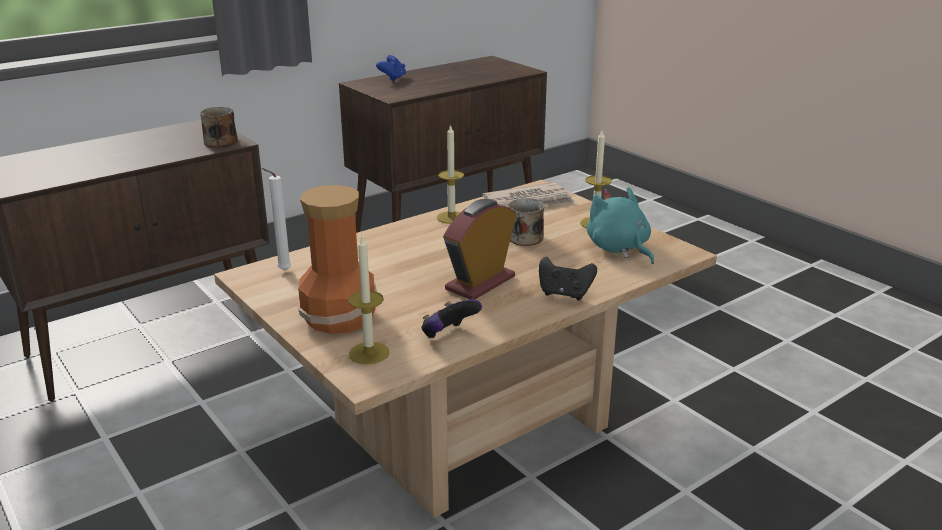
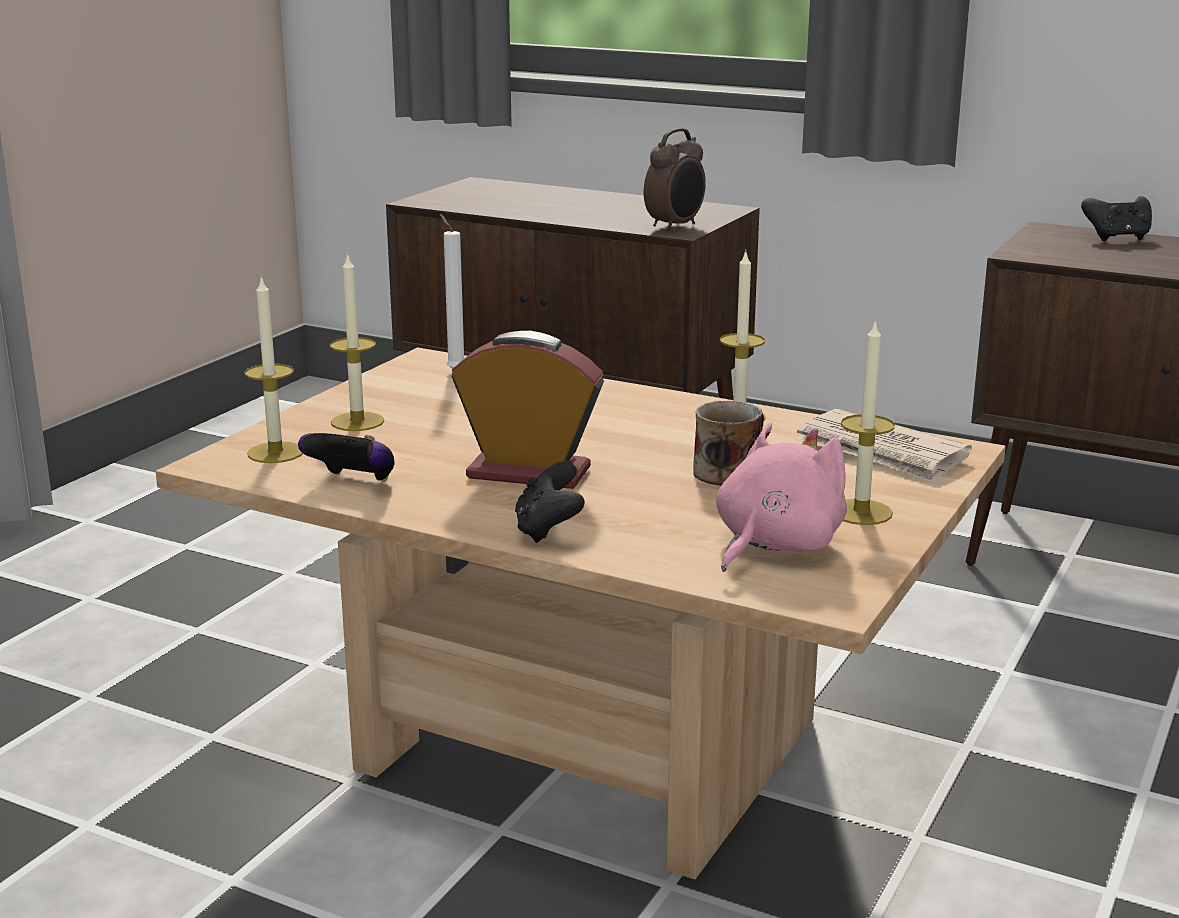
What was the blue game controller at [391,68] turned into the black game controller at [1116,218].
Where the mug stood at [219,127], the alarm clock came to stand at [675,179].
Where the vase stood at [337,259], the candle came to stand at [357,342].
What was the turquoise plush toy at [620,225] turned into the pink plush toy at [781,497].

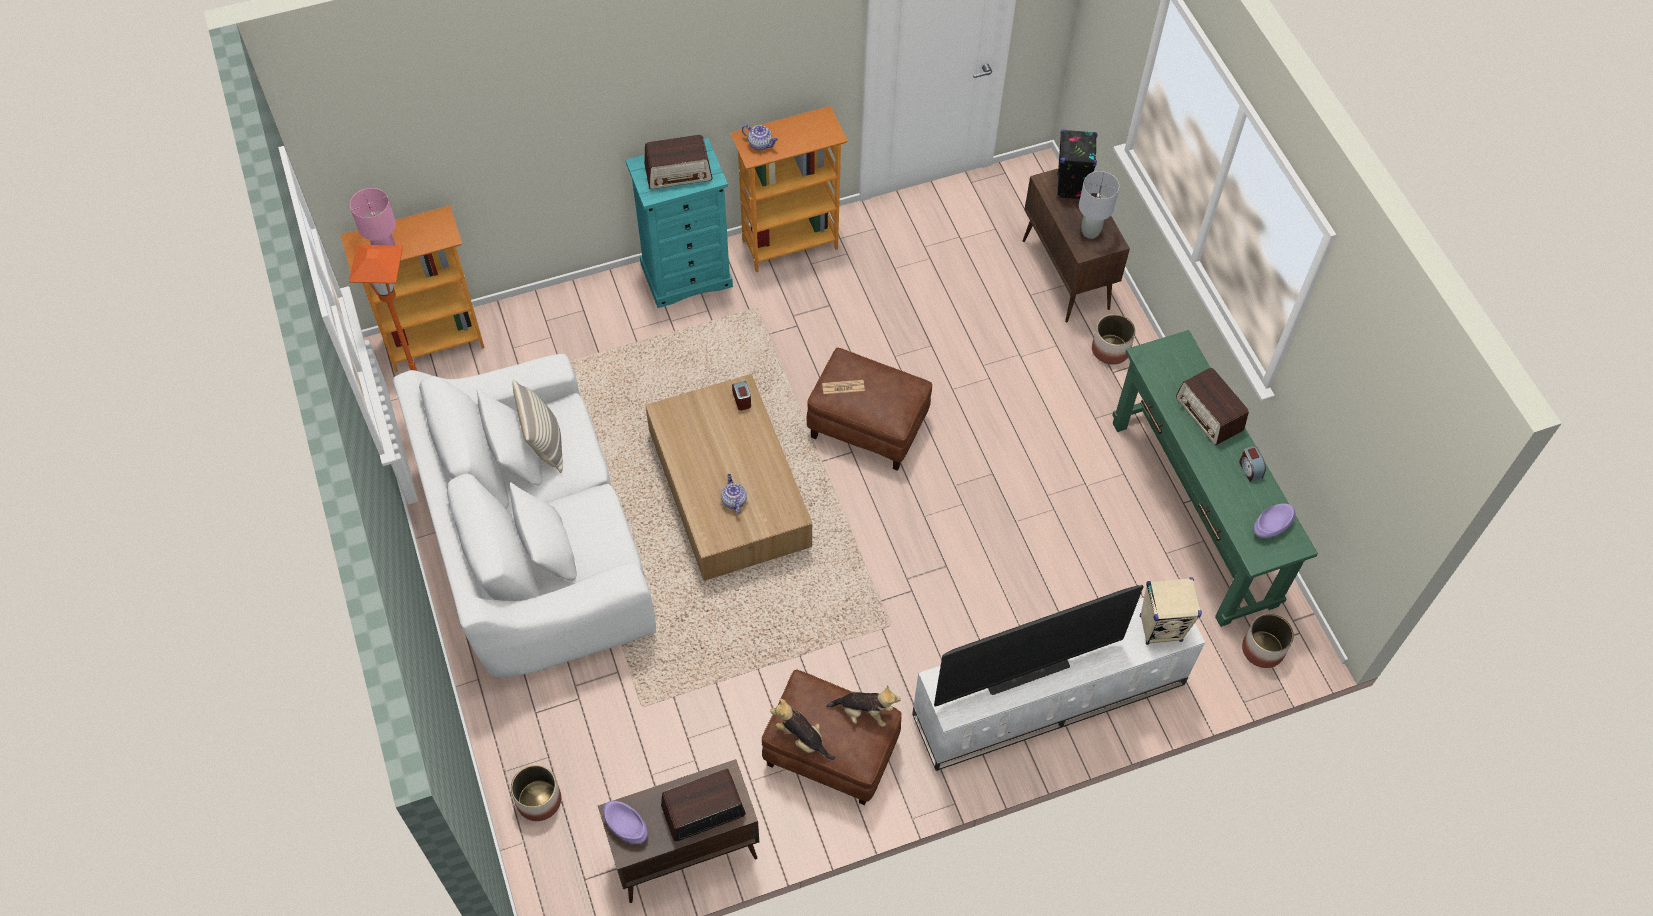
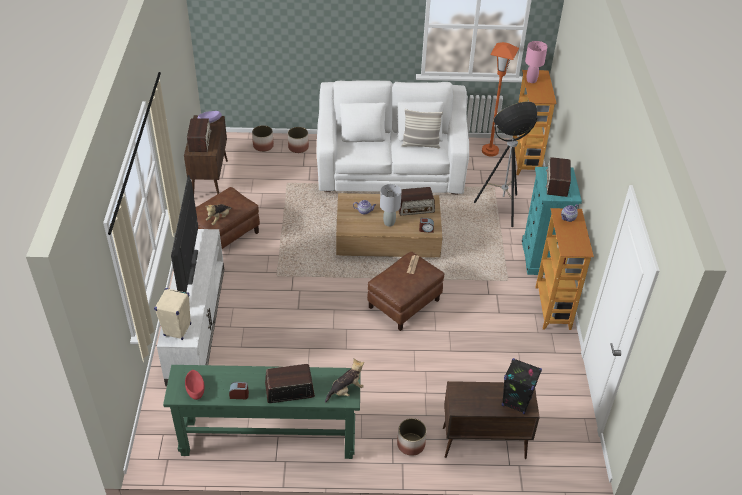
The grey table lamp ended up elsewhere, having gone from [1099,205] to [391,205].
What was the purple bowl at [1275,521] turned into the red bowl at [195,385].
The planter ended up elsewhere, having gone from [1268,641] to [298,140].
The plush toy ended up elsewhere, having gone from [802,729] to [344,380].
The second view gained the floor lamp at [505,164].
The second view gained the radio at [417,201].

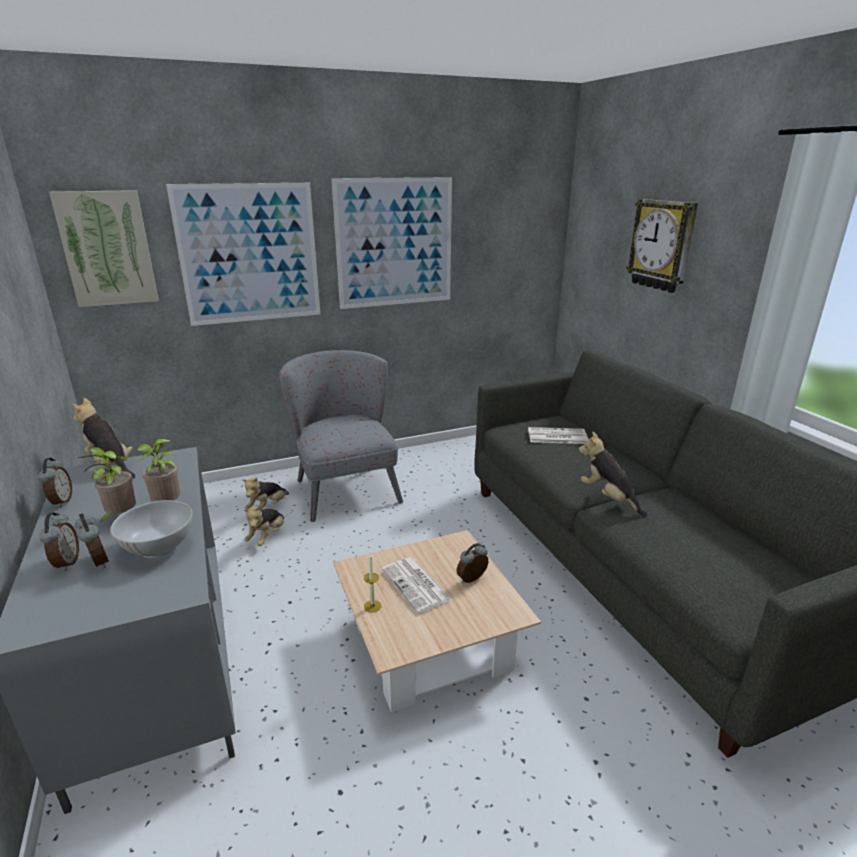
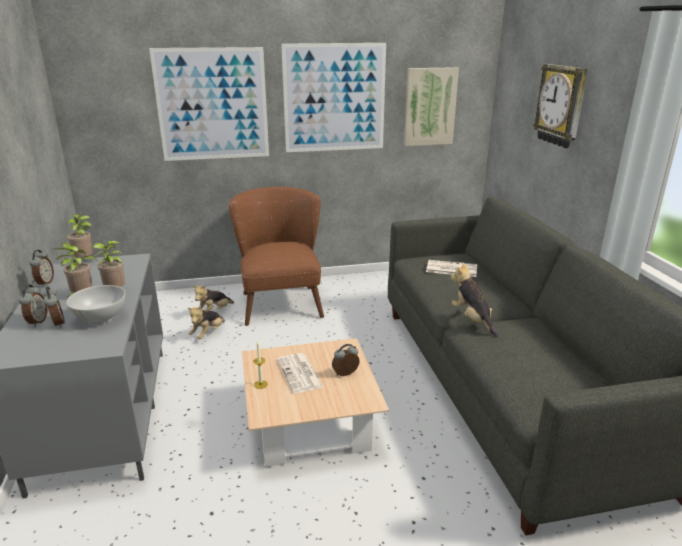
The picture ended up elsewhere, having gone from [104,248] to [431,106].
What was the grey armchair at [341,436] turned into the brown armchair at [276,256].
Where the plush toy stood at [103,438], the potted plant came to stand at [82,238].

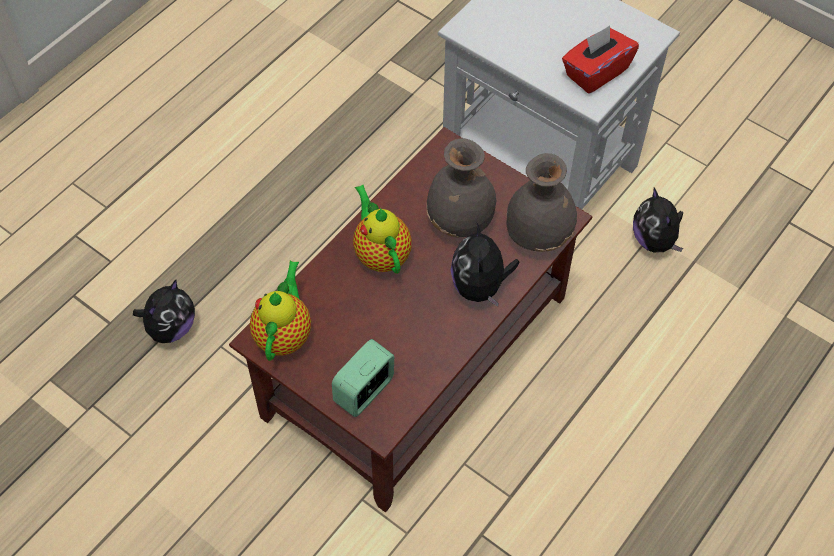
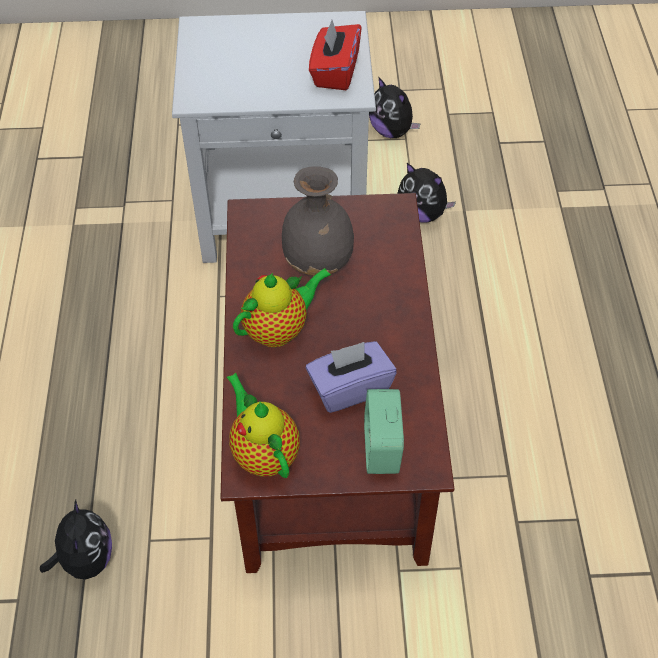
The second view lost the grey vase at [541,202].
The teapot at [382,229] ended up facing another way, 120 degrees clockwise from before.
The plush toy ended up elsewhere, having gone from [484,264] to [395,107].
The second view gained the purple tissue box at [351,377].

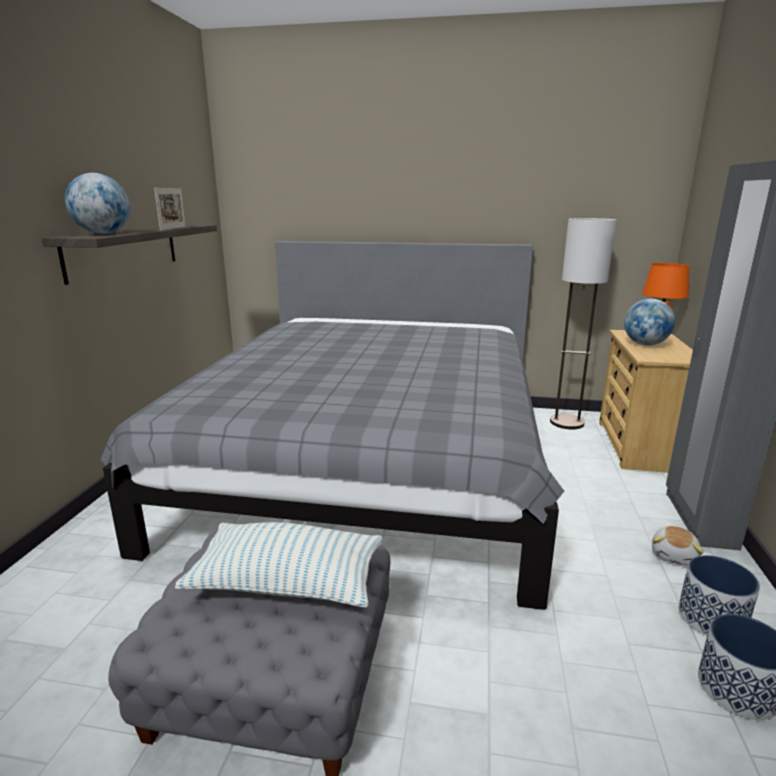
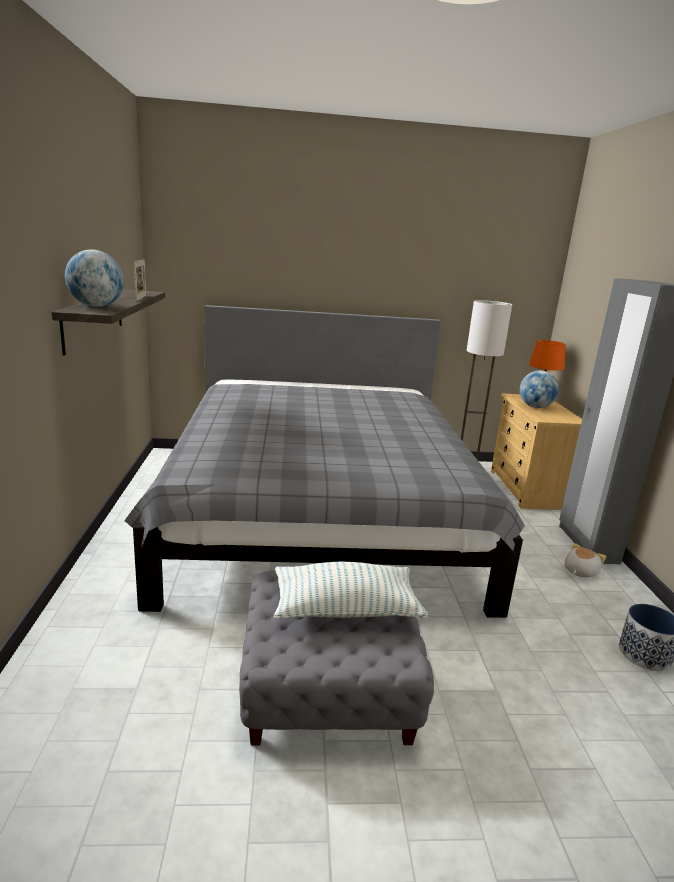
The plush toy at [678,546] ended up facing another way, 150 degrees counterclockwise from before.
The second view lost the planter at [719,595].

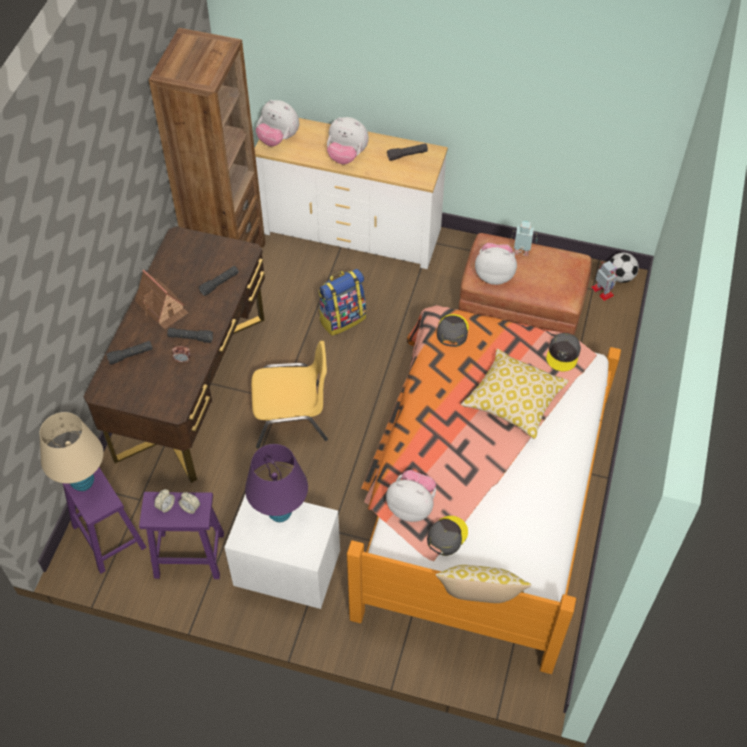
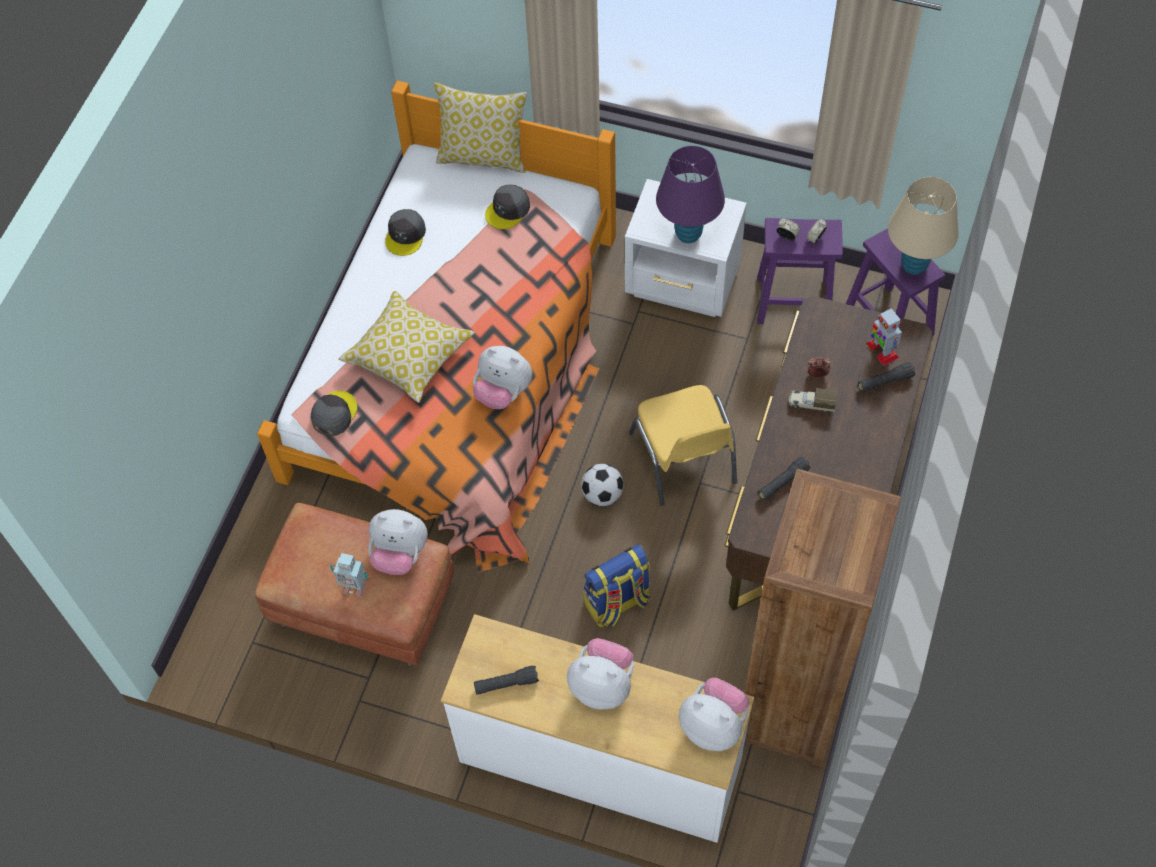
The football ended up elsewhere, having gone from [624,267] to [602,485].
The toy robot ended up elsewhere, having gone from [604,281] to [884,336].
The second view lost the toy house at [161,299].
The grey cap ended up elsewhere, having gone from [453,330] to [405,232].
Where the black flashlight stood at [190,335], the toy truck came to stand at [813,400].
The yellow chair at [289,394] ended up facing another way, 105 degrees counterclockwise from before.
The plush toy ended up elsewhere, having gone from [411,496] to [502,377].

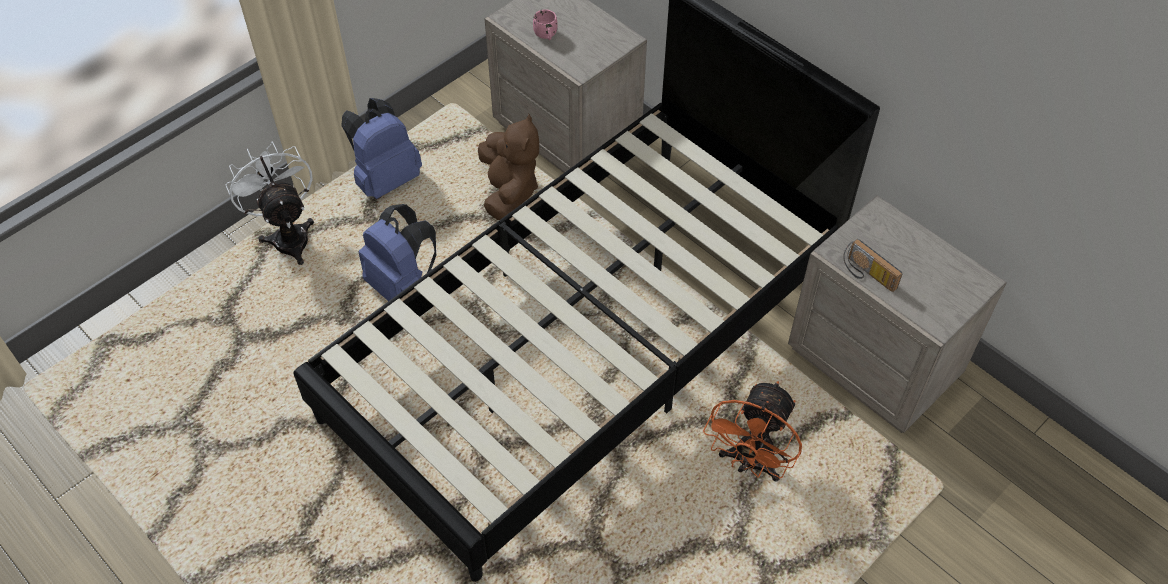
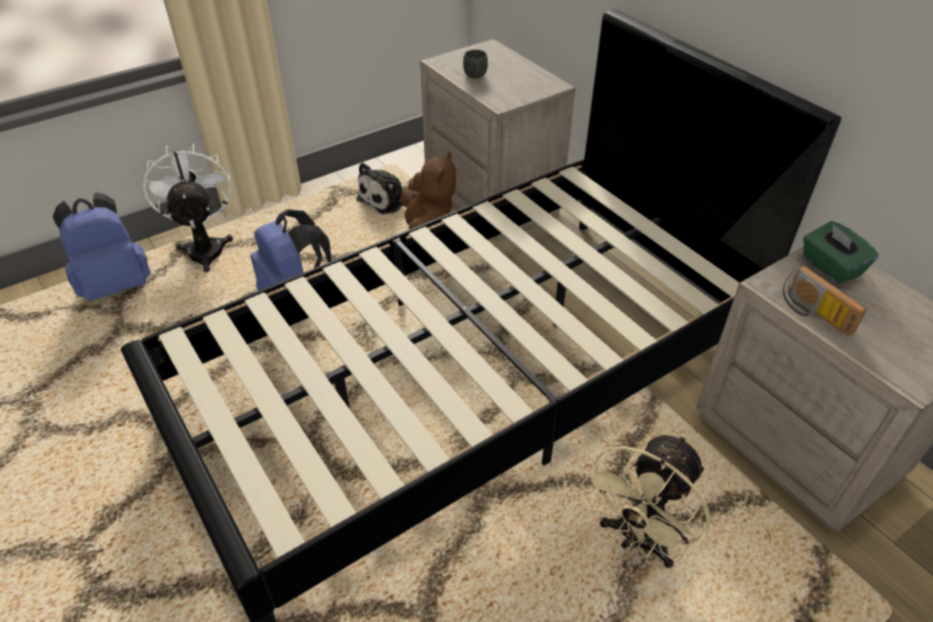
What was the pink mug at [545,24] turned into the grey mug at [475,64].
The blue backpack ended up elsewhere, having gone from [381,148] to [102,246].
What was the orange fan at [752,431] turned into the beige fan at [646,501].
The second view gained the plush toy at [381,188].
The second view gained the green tissue box at [841,252].

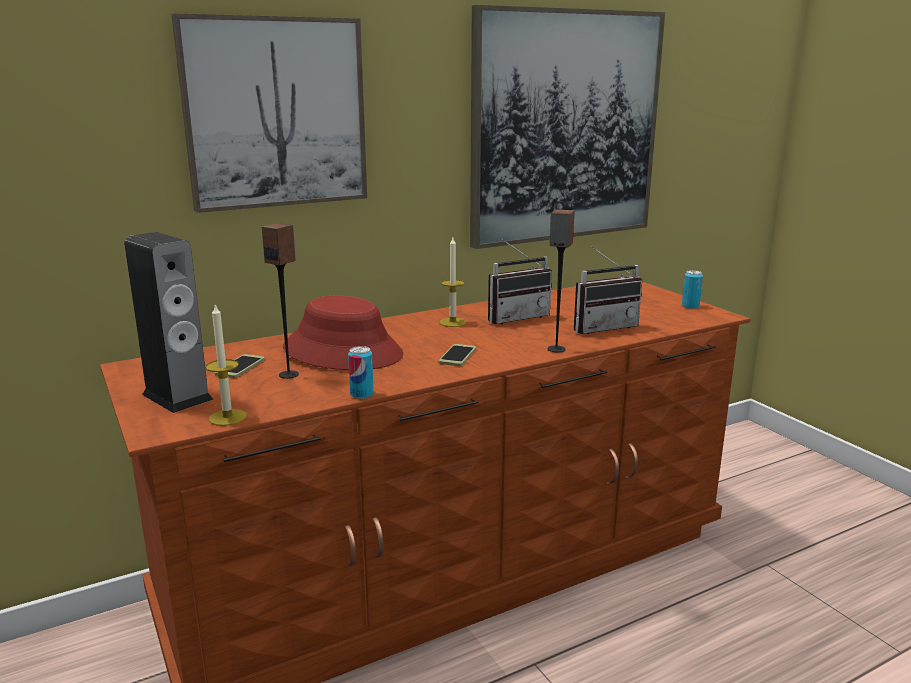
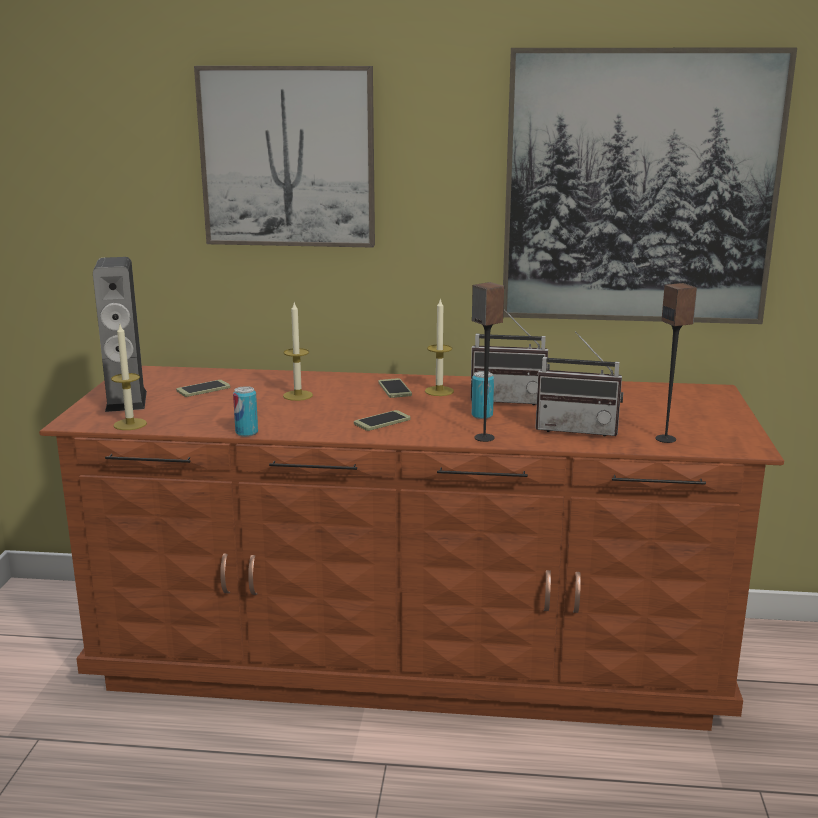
The speaker ended up elsewhere, having gone from [280,301] to [676,363].
The can ended up elsewhere, having gone from [692,289] to [483,395].
Where the red hat stood at [343,332], the candle came to stand at [298,351].
The second view gained the phone at [395,388].

